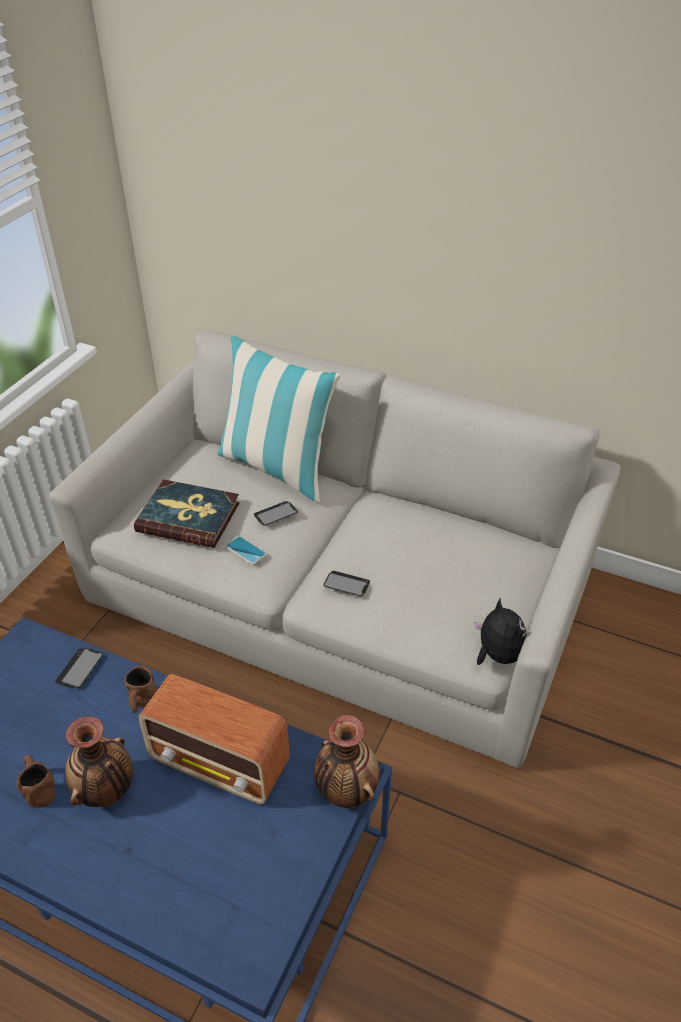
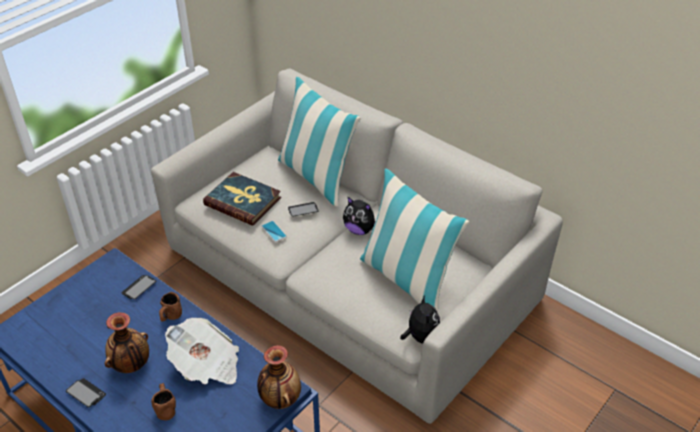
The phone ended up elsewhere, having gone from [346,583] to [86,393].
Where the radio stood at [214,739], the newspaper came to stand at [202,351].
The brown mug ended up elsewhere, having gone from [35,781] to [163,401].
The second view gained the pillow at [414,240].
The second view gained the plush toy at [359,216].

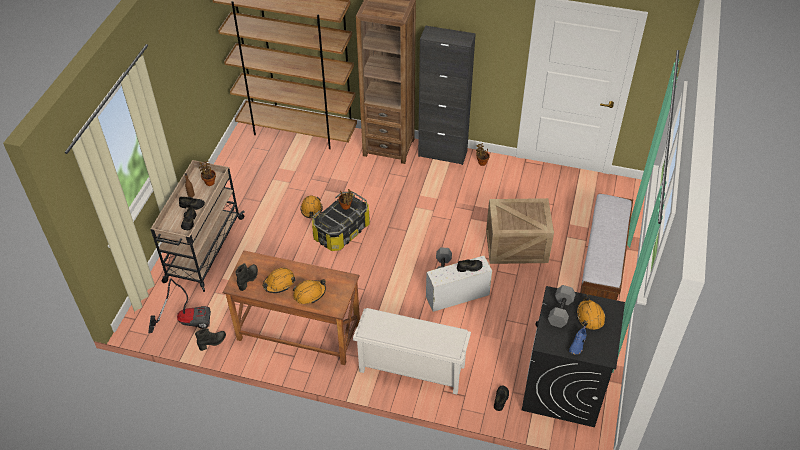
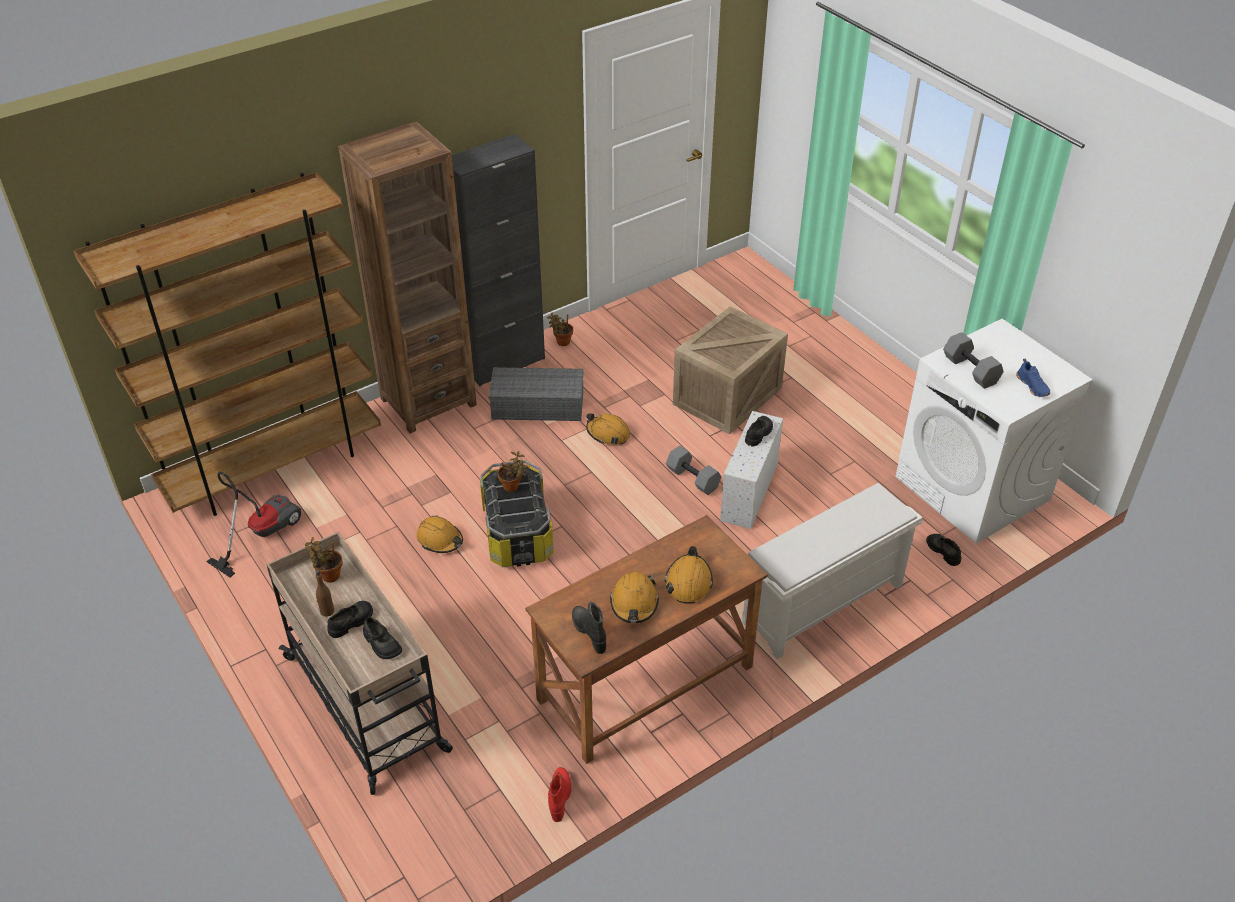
The second view lost the bench at [606,246].
The vacuum cleaner ended up elsewhere, having gone from [179,305] to [253,525].
What was the black washing machine at [573,356] turned into the white washing machine at [994,431].
The orange hard hat ended up elsewhere, having gone from [591,312] to [608,429].
What was the black boot at [210,339] turned into the red boot at [559,794].
The second view gained the grey storage box at [536,394].

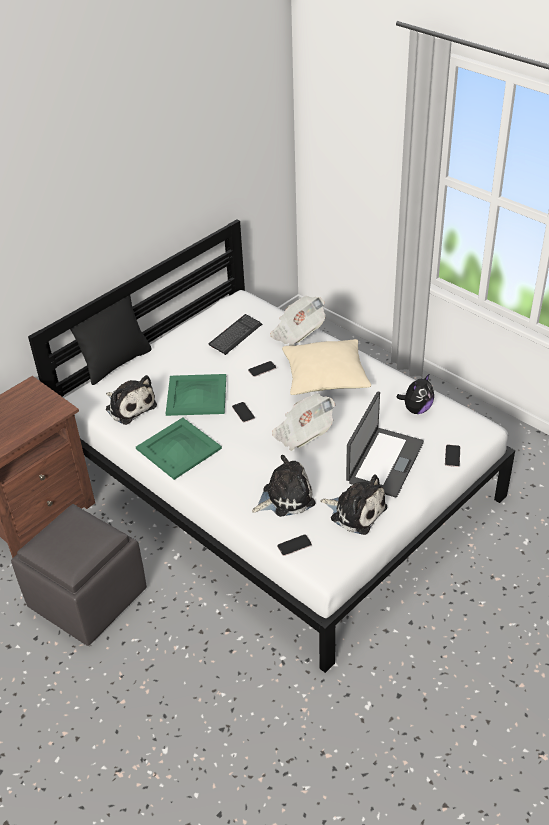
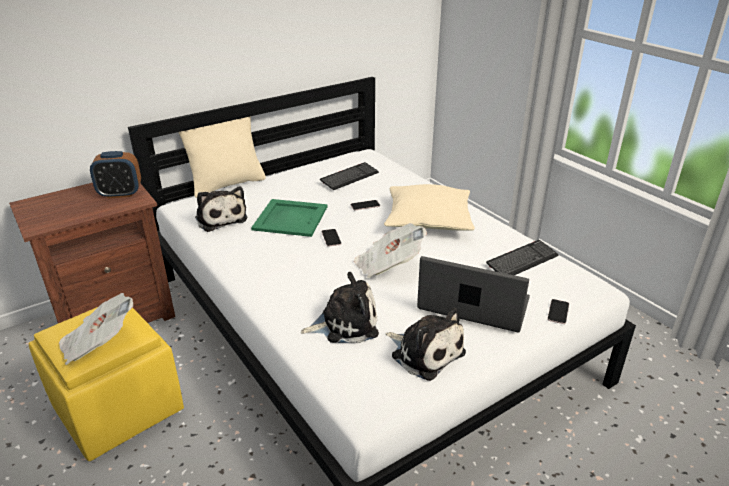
What was the black pillow at [111,340] turned into the beige pillow at [222,157].
The newspaper ended up elsewhere, having gone from [298,321] to [96,329].
Where the plush toy stood at [415,393], the keyboard came to stand at [522,257].
The laptop at [385,445] ended up facing another way, 105 degrees counterclockwise from before.
The second view lost the green tray at [179,449].
What was the grey ottoman at [79,575] turned into the yellow ottoman at [106,384].
The second view lost the phone at [294,545].
The second view gained the alarm clock at [115,174].

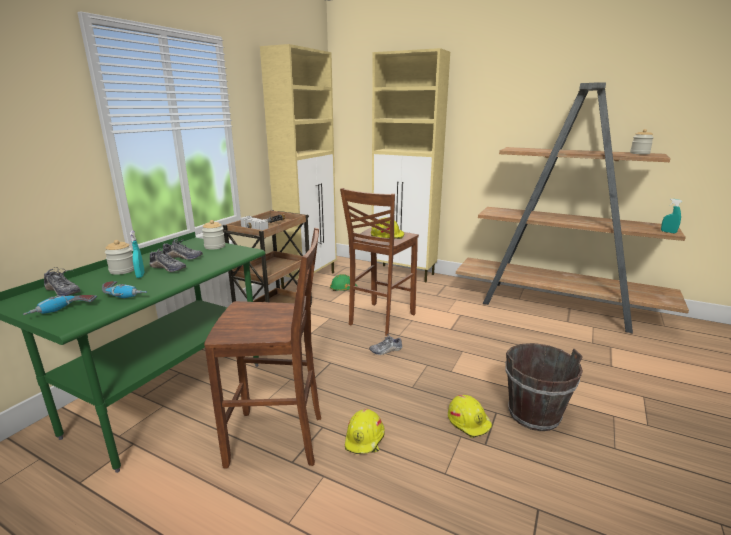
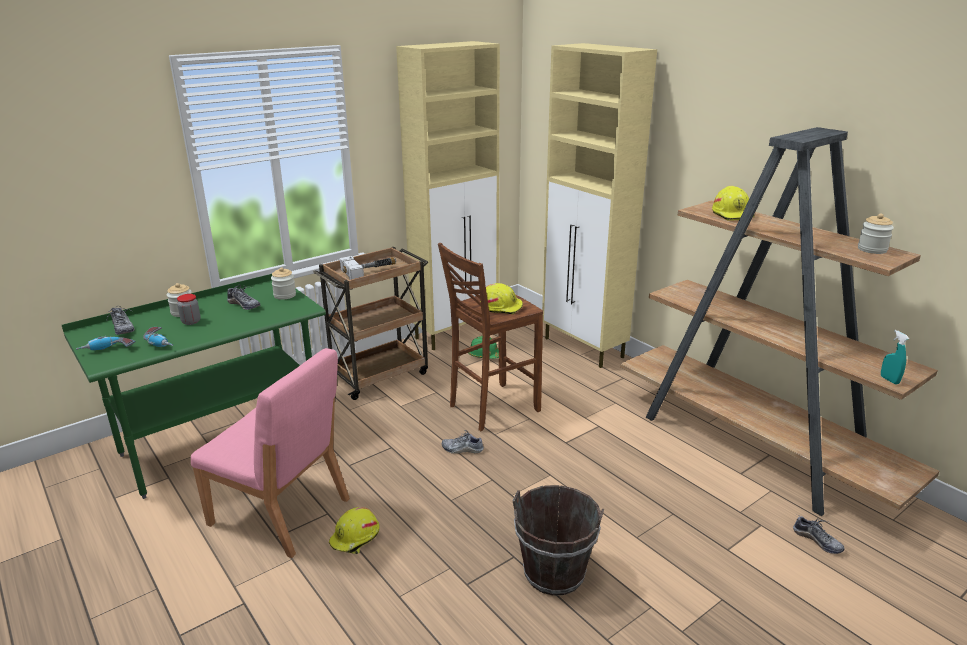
Where the brown stool stood at [262,348], the pink chair came to stand at [270,453].
Where the turquoise spray bottle stood at [137,254], the jar came to stand at [189,309].
The shoe ended up elsewhere, having gone from [167,259] to [819,535].
The yellow hard hat ended up elsewhere, having gone from [470,416] to [733,203].

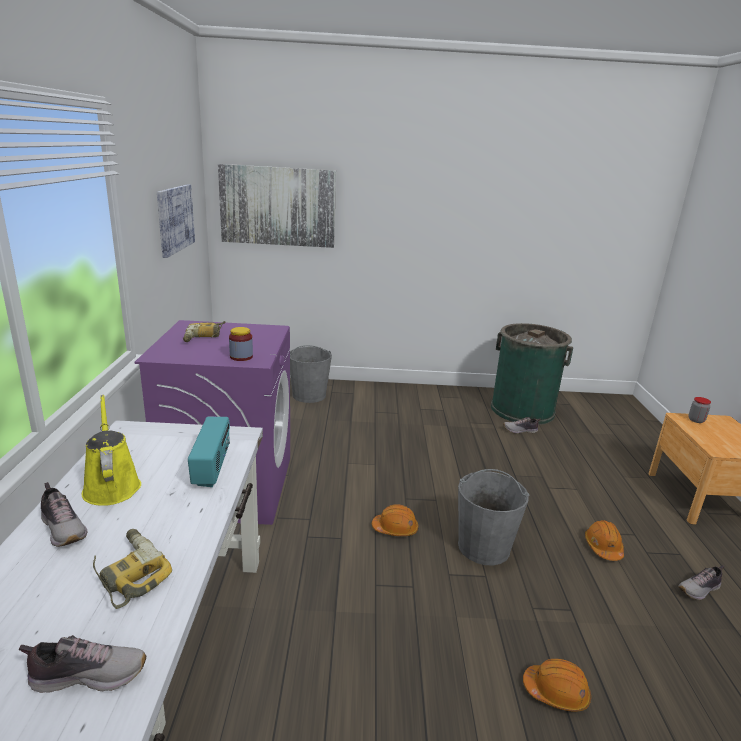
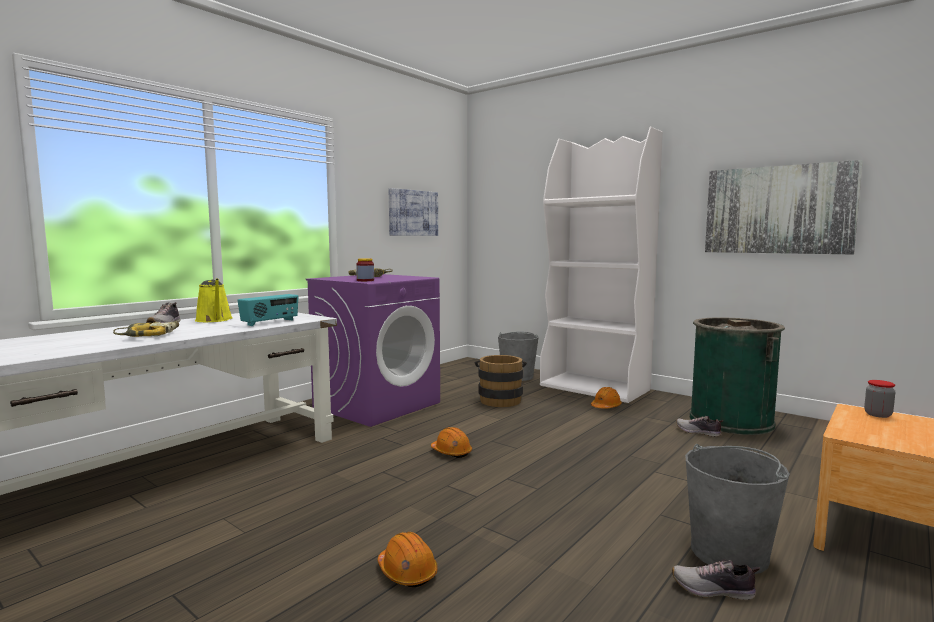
The picture ended up elsewhere, having gone from [277,206] to [784,207].
The yellow watering can at [111,450] ended up facing another way, 135 degrees clockwise from before.
The grey bucket ended up elsewhere, having gone from [493,517] to [737,509].
The orange hard hat ended up elsewhere, having gone from [604,540] to [606,398].
The second view lost the shoe at [82,664].
The second view gained the white bookcase at [601,265].
The second view gained the brown bucket at [501,381].

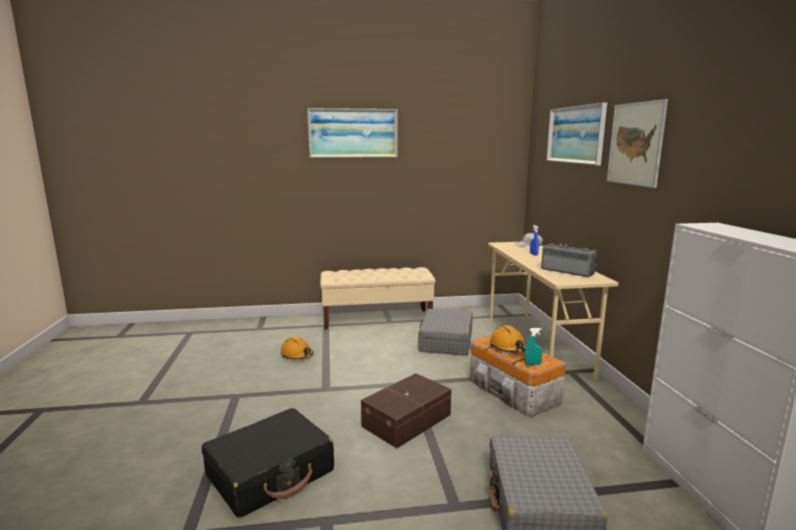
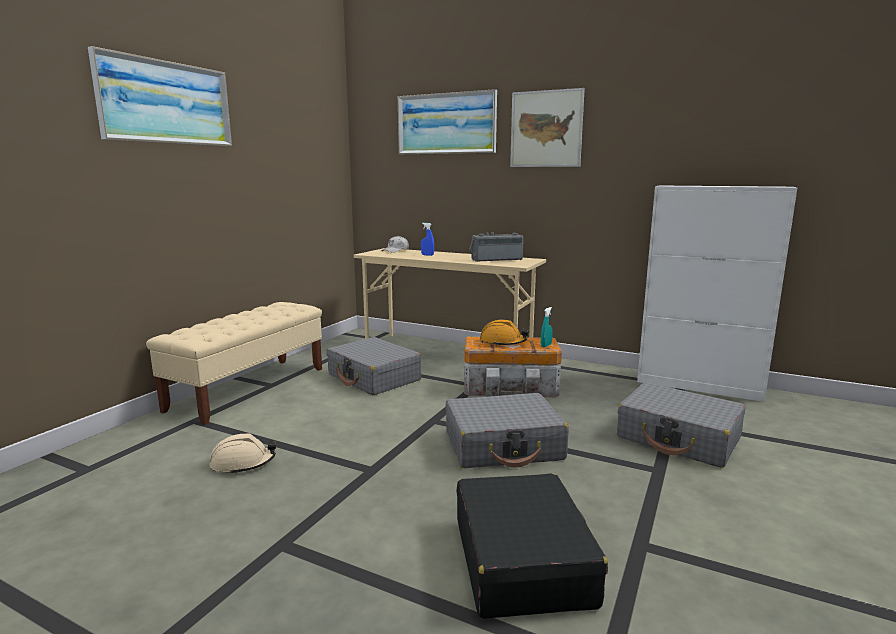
What was the orange hard hat at [297,348] turned into the beige hard hat at [243,454].
Where the brown storage box stood at [406,410], the grey suitcase came to stand at [507,430].

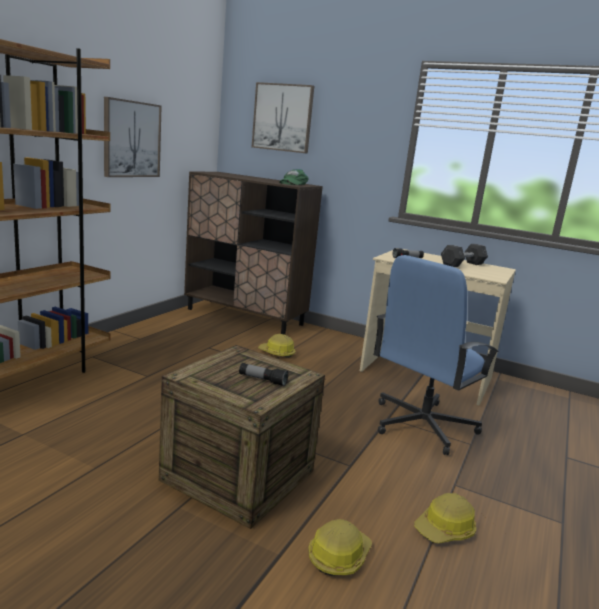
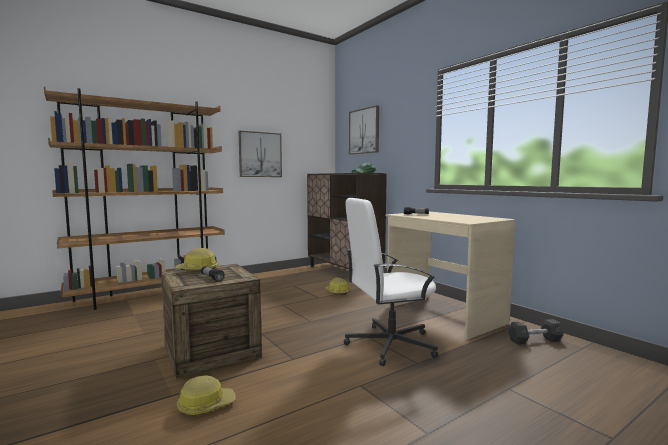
The grey dumbbell ended up elsewhere, having gone from [464,255] to [536,332].
What was the blue office chair at [436,355] turned into the white office chair at [391,282].
The hard hat ended up elsewhere, having gone from [445,518] to [196,259].

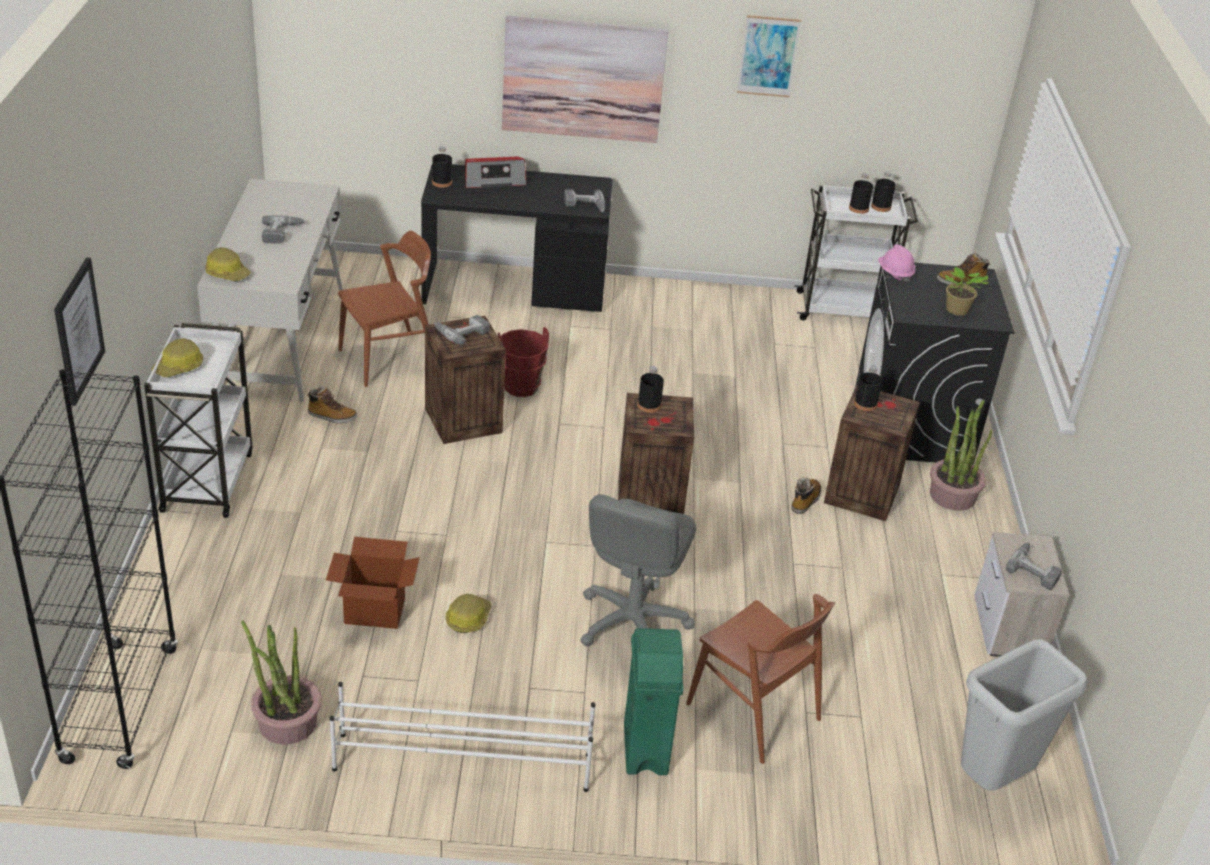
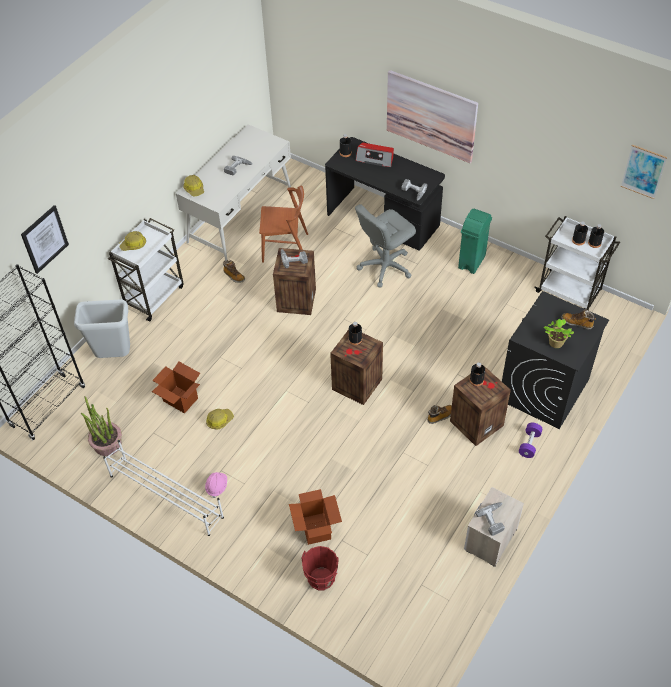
The picture ended up elsewhere, having gone from [769,56] to [644,172].
The pink hard hat ended up elsewhere, having gone from [896,264] to [216,485].
The red bucket ended up elsewhere, having gone from [523,362] to [320,568].
Where the potted plant stood at [961,455], the purple dumbbell came to stand at [530,440].
The grey office chair ended up elsewhere, having gone from [638,570] to [385,246].
Where the brown chair stood at [760,679], the cardboard box came to stand at [315,517].
The green trash can ended up elsewhere, having gone from [654,701] to [475,241].
The grey trash can ended up elsewhere, having gone from [1024,715] to [102,328].

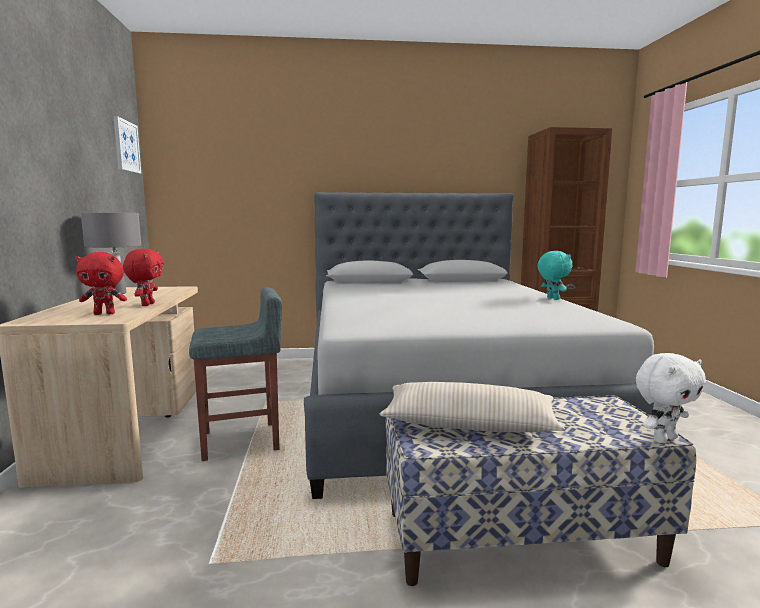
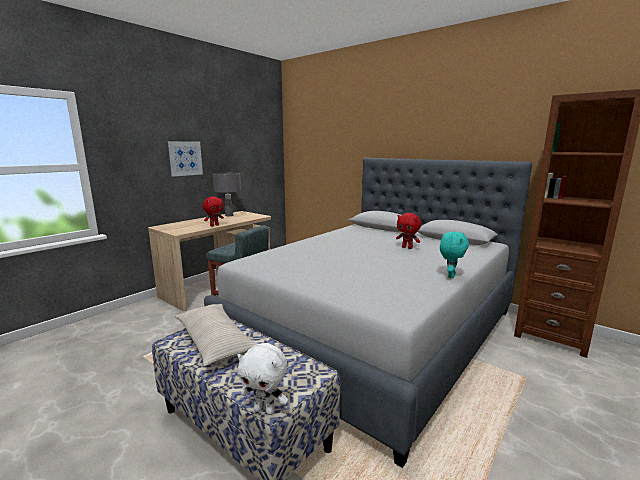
The picture ended up elsewhere, having gone from [127,145] to [185,158].
The red plush toy ended up elsewhere, having gone from [101,283] to [408,231].

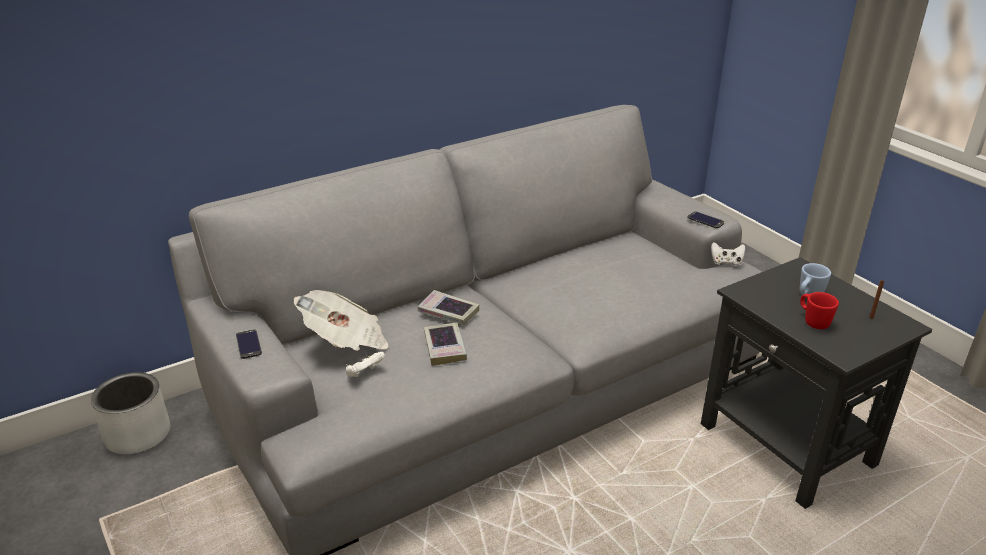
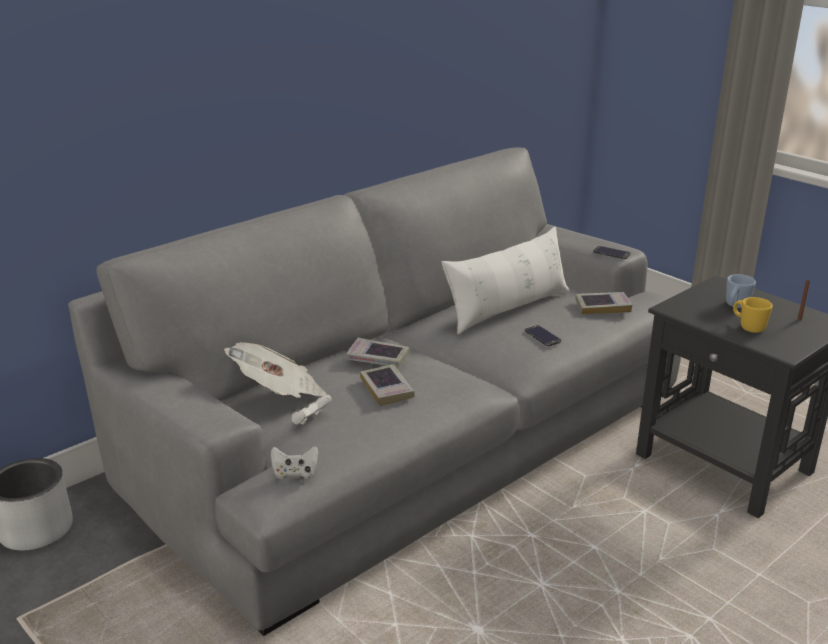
The white game controller ended up elsewhere, having gone from [728,254] to [294,462].
What was the red mug at [819,310] turned into the yellow mug at [753,315].
The phone ended up elsewhere, having gone from [249,344] to [543,335].
The second view gained the white pillow at [505,280].
The second view gained the book at [603,303].

